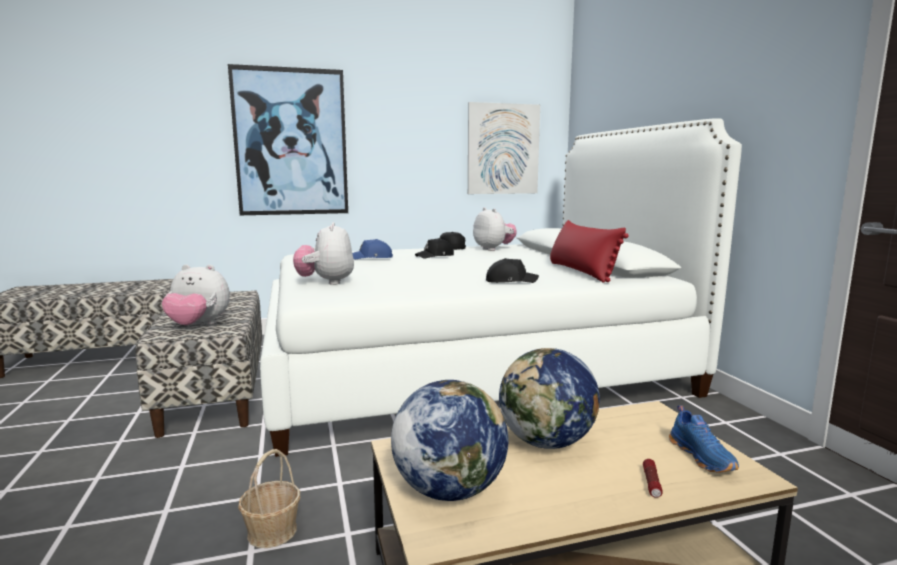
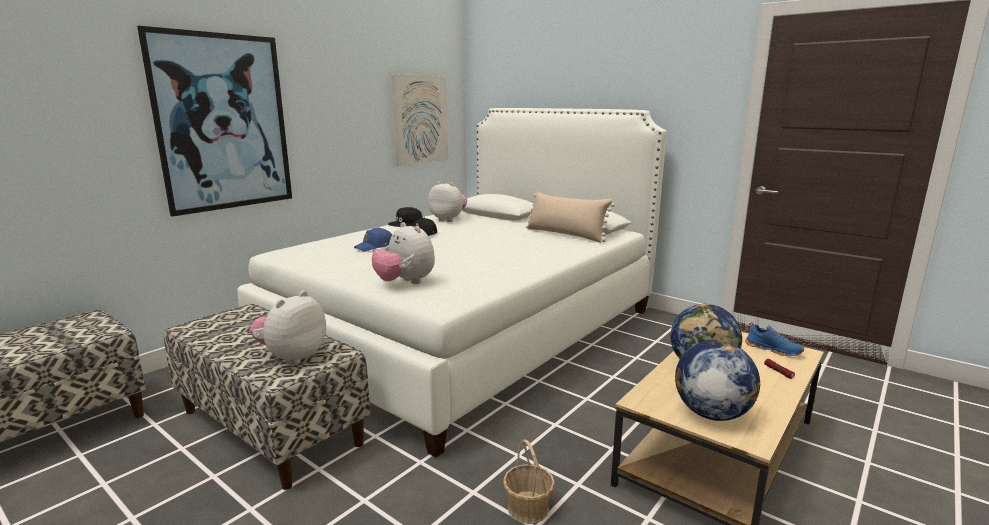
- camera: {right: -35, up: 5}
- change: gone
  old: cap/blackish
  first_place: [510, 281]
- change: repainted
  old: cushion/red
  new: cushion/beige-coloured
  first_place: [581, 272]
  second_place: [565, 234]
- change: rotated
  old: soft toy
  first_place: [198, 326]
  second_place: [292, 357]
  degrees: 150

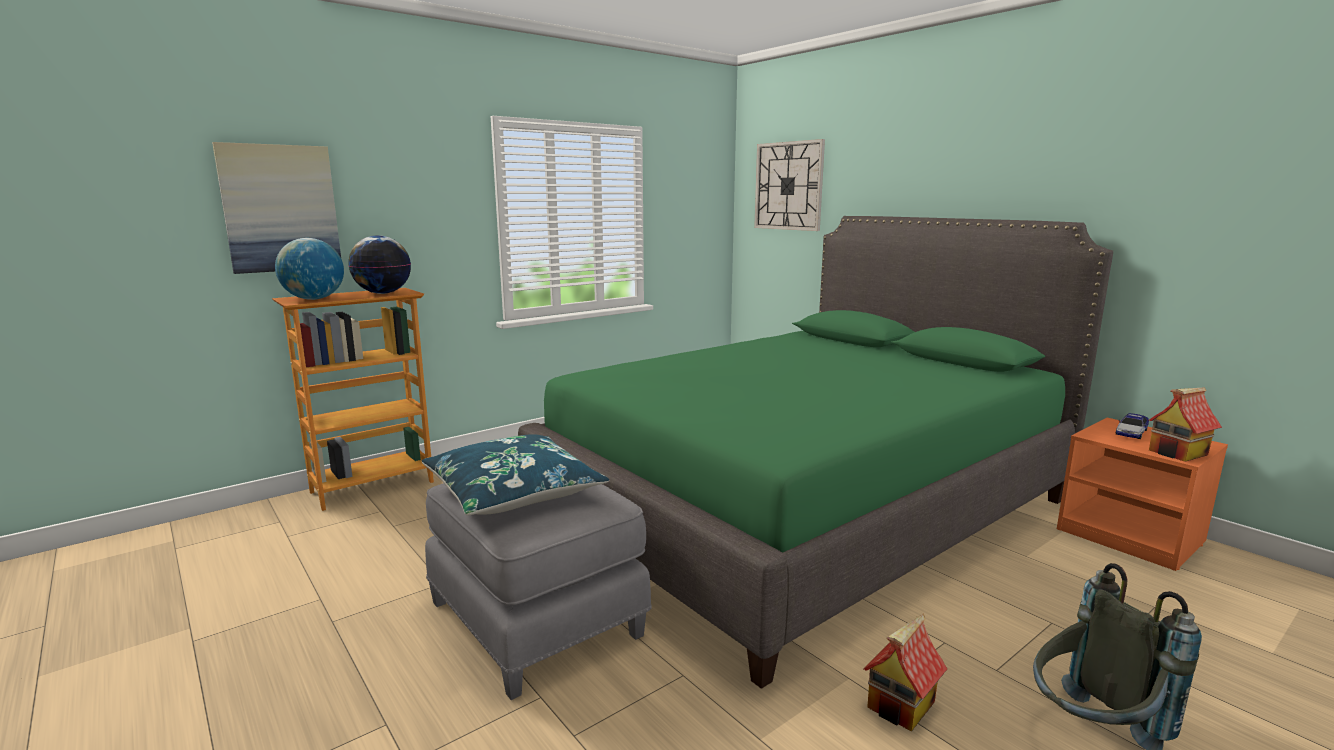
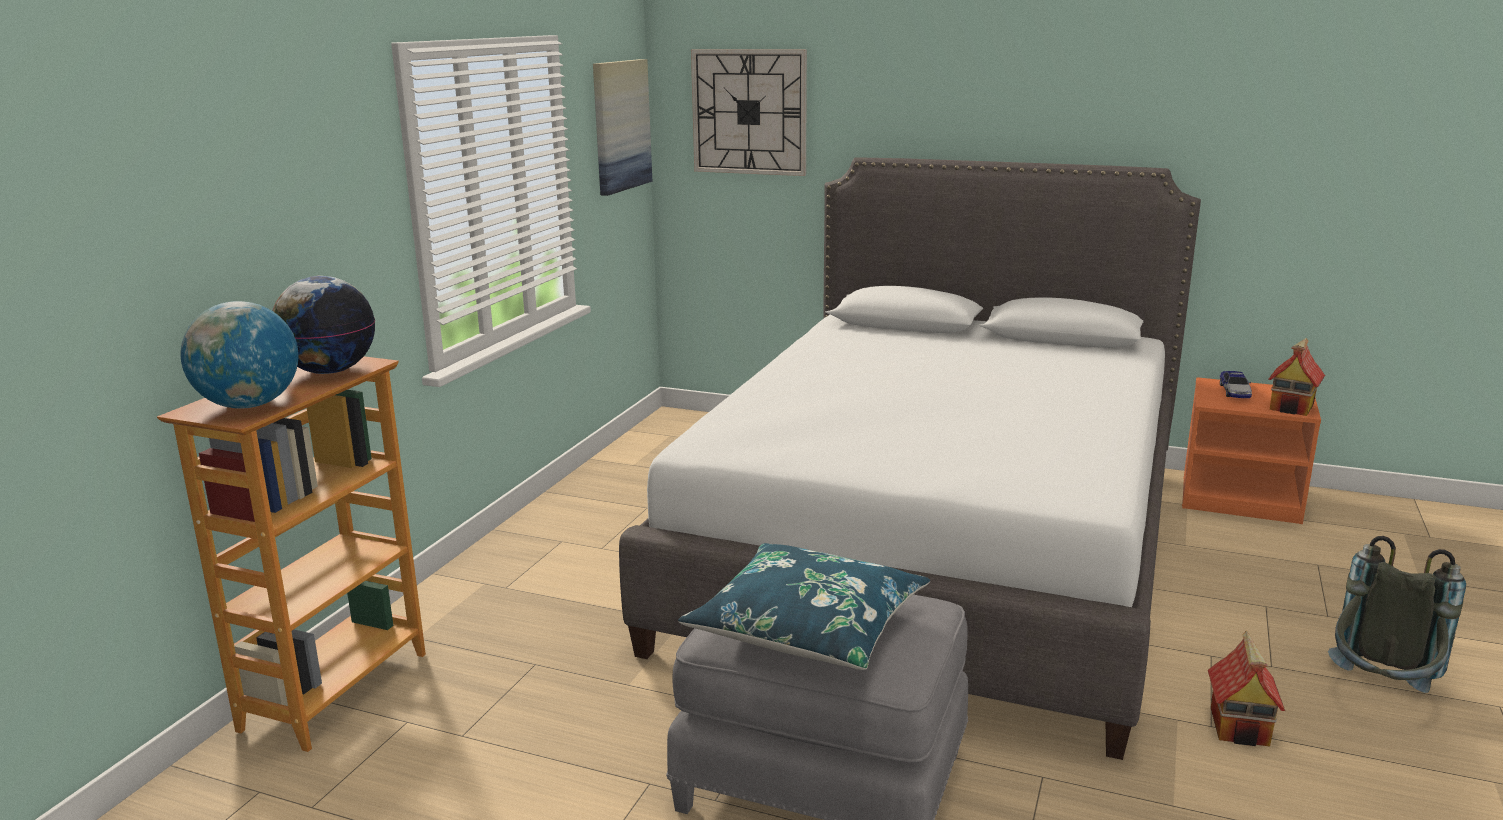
- camera: {right: -30, up: 5}
- change: shifted
  old: wall picture
  first_place: [280, 208]
  second_place: [620, 125]
- change: repainted
  old: sleeping bed/green-coloured
  new: sleeping bed/white-coloured
  first_place: [803, 507]
  second_place: [937, 550]

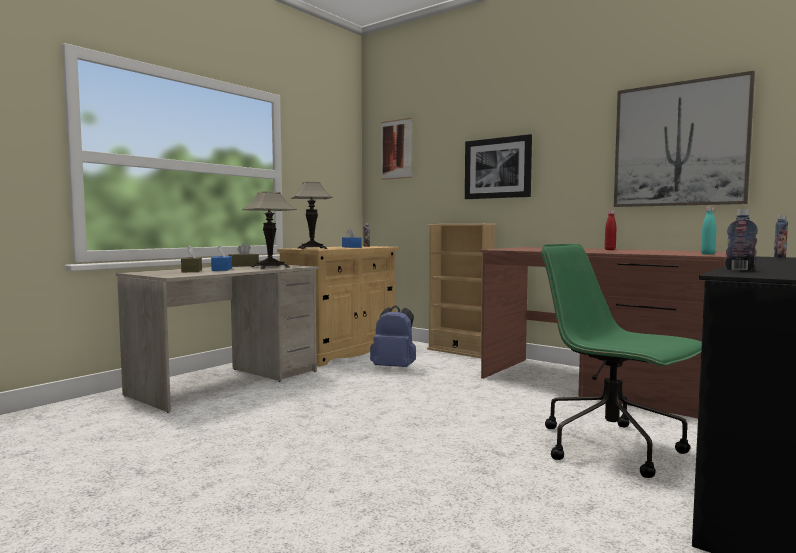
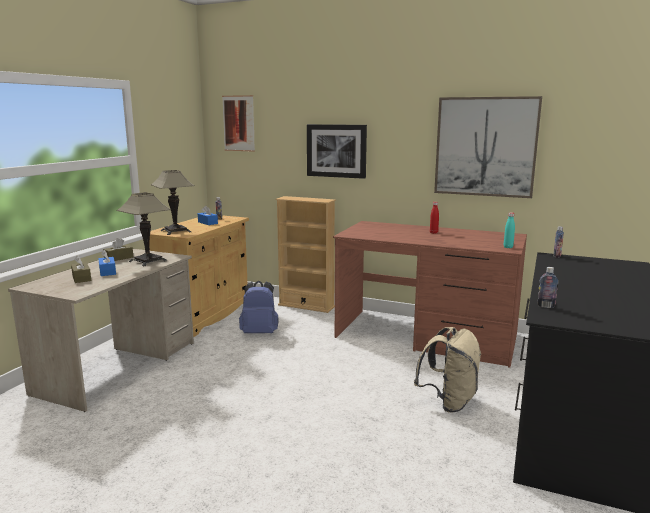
- camera: {right: -15, up: 10}
- change: swapped
  old: desk chair/green-coloured
  new: rucksack/beige-coloured
  first_place: [613, 448]
  second_place: [449, 402]

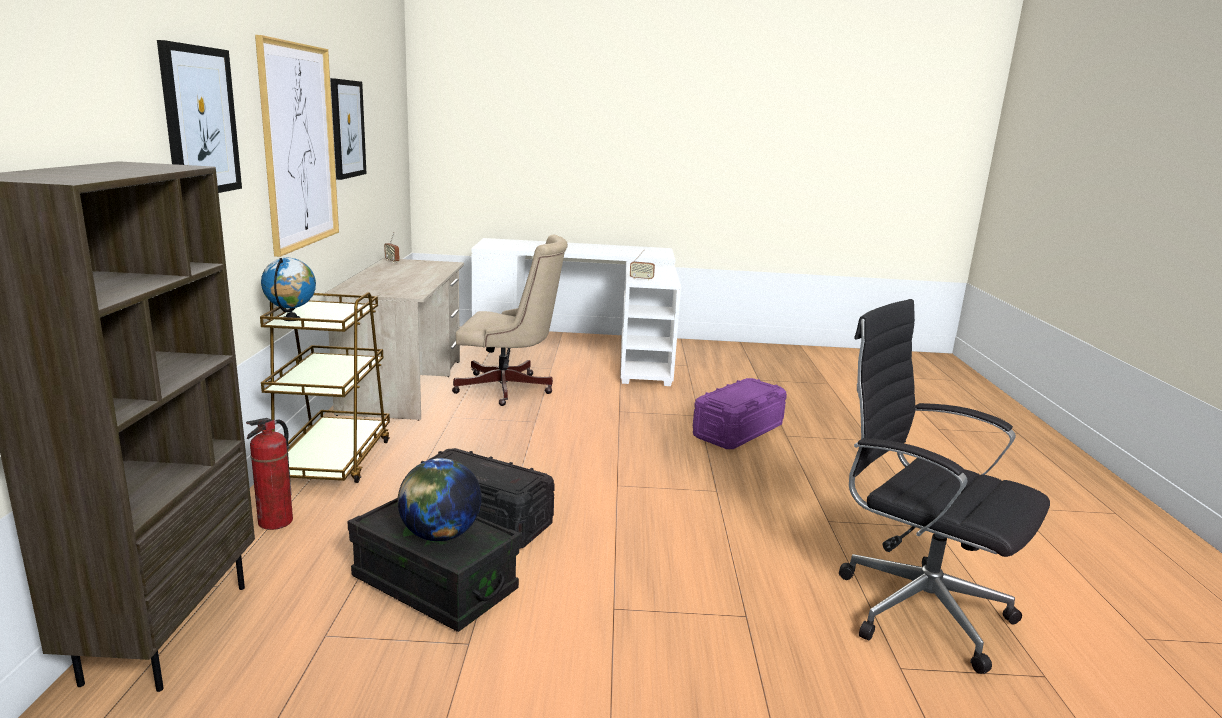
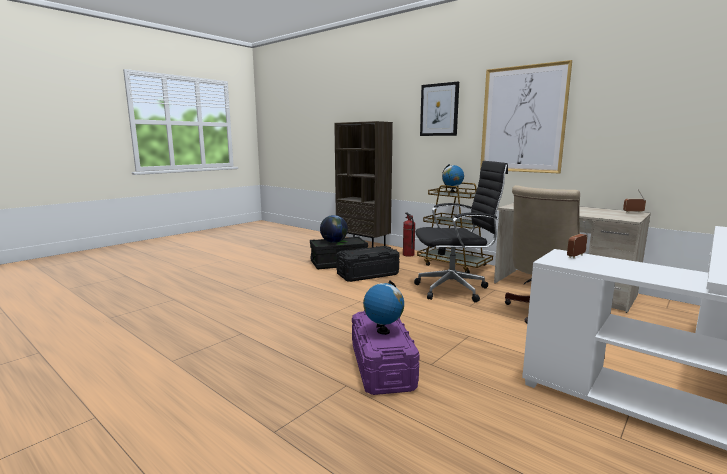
- camera: {right: 130, up: -5}
- change: gone
  old: wall picture
  first_place: [347, 129]
- change: new
  new: globe
  second_place: [383, 331]
- change: shifted
  old: desk chair/blackish
  first_place: [913, 608]
  second_place: [455, 289]

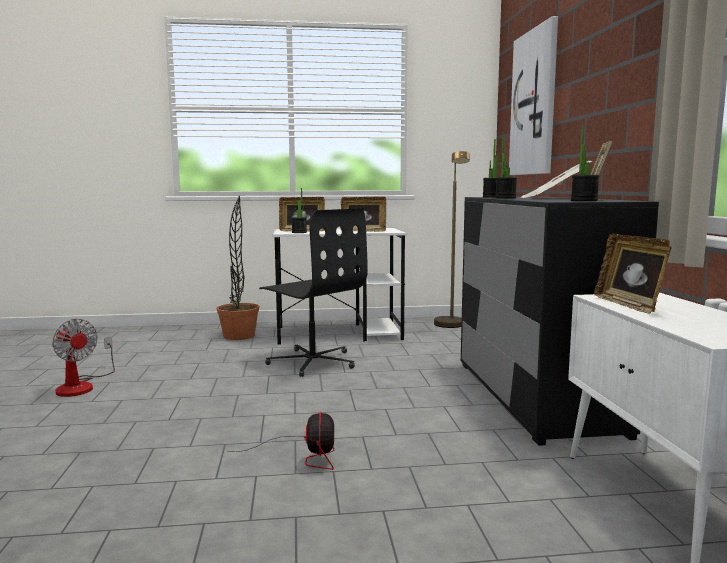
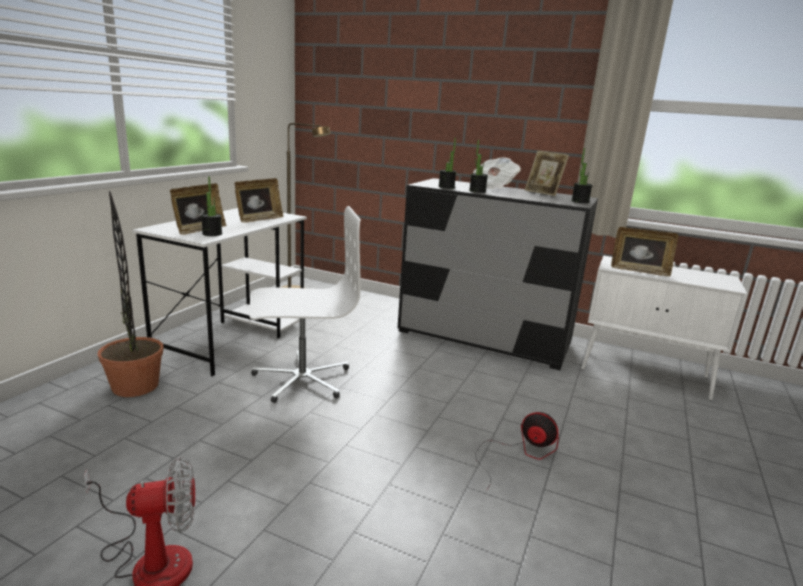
- camera: {right: -60, up: 10}
- change: gone
  old: wall picture
  first_place: [534, 103]
- change: repainted
  old: desk chair/blackish
  new: desk chair/white-coloured
  first_place: [313, 362]
  second_place: [301, 379]

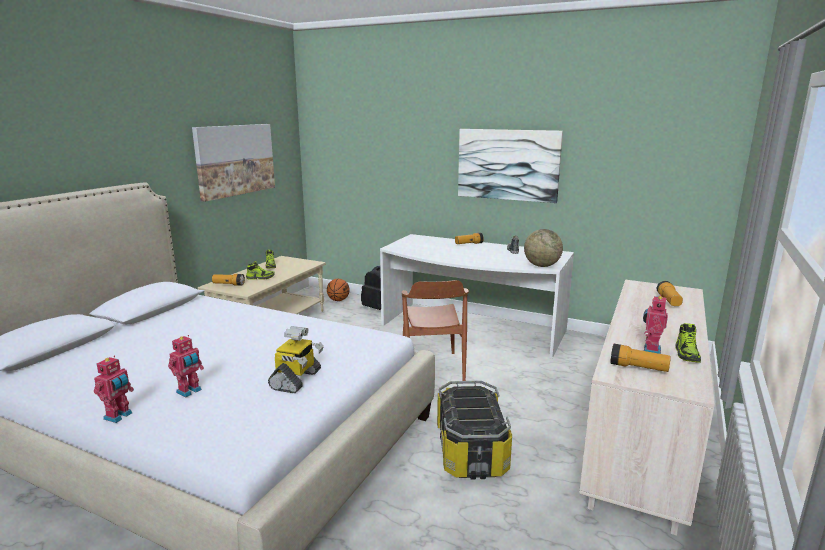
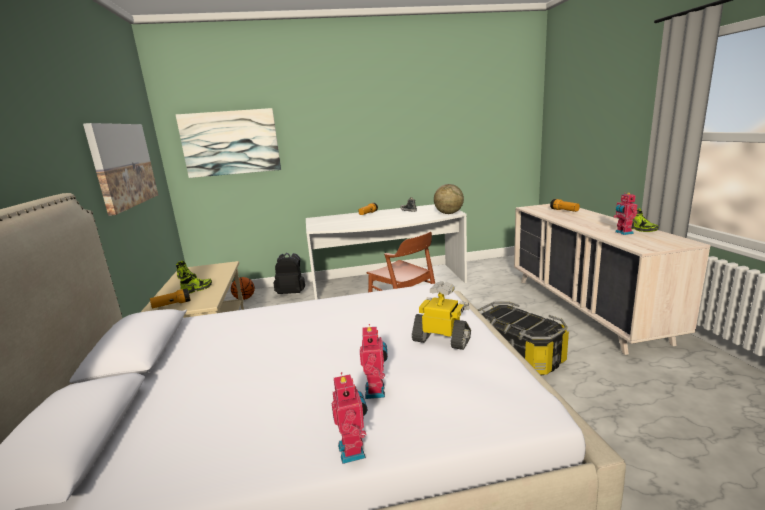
- camera: {right: -35, up: 0}
- change: gone
  old: hand torch
  first_place: [638, 368]
- change: shifted
  old: wall picture
  first_place: [508, 164]
  second_place: [230, 143]
- change: rotated
  old: model robot
  first_place: [296, 380]
  second_place: [442, 339]
  degrees: -45

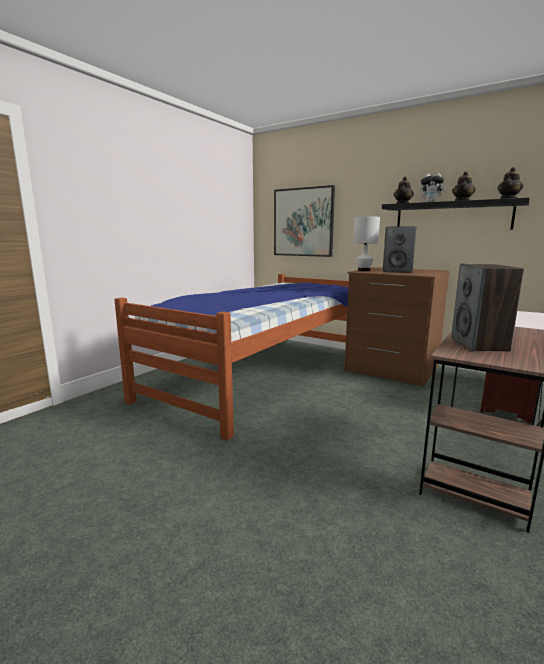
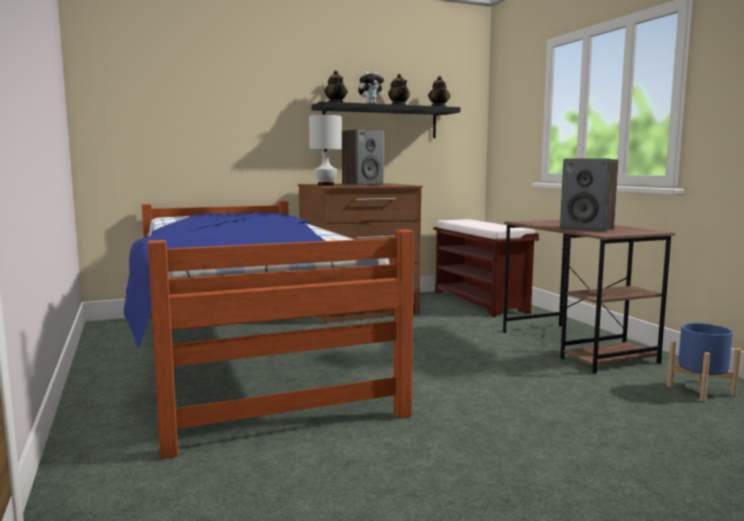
- camera: {right: -55, up: -5}
- change: gone
  old: wall picture
  first_place: [303, 222]
- change: new
  new: plant pot/blue
  second_place: [700, 390]

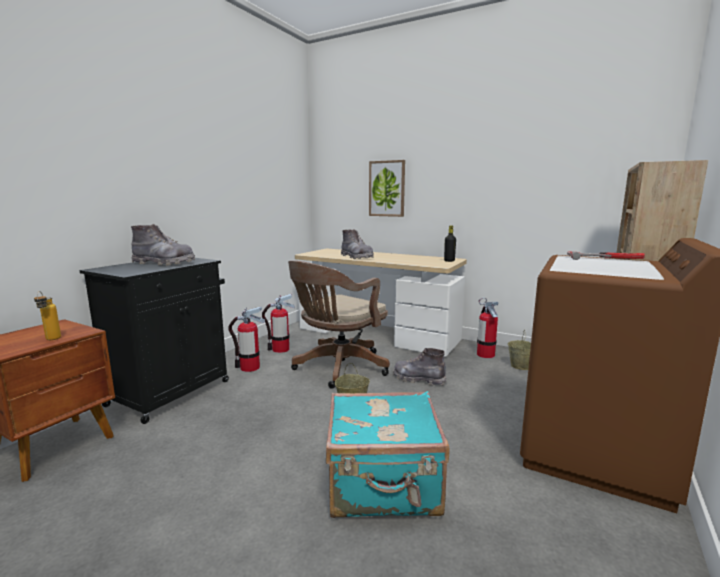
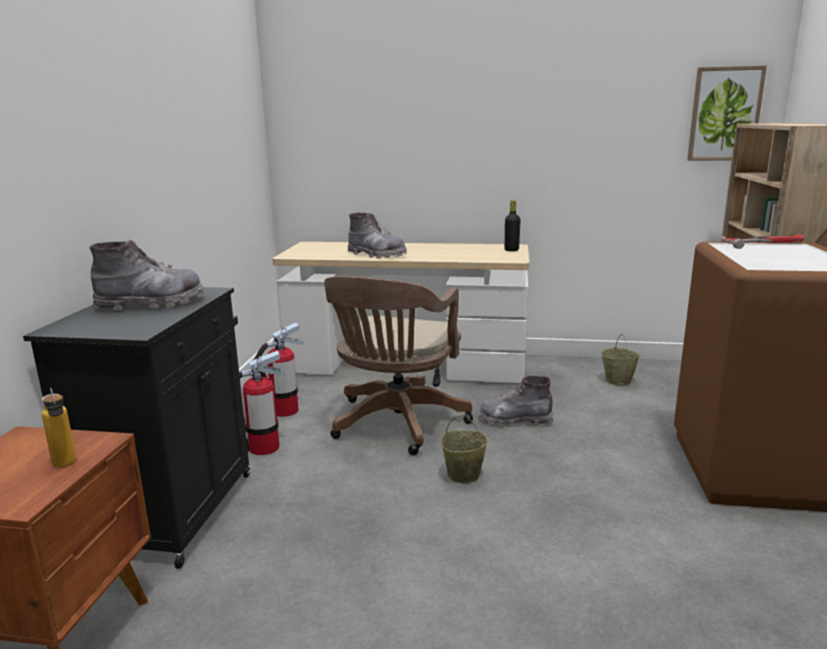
- camera: {right: -20, up: 5}
- change: gone
  old: piece of luggage/turquoise-coloured
  first_place: [383, 485]
- change: gone
  old: extinguisher
  first_place: [485, 354]
- change: shifted
  old: wall picture
  first_place: [387, 188]
  second_place: [724, 114]

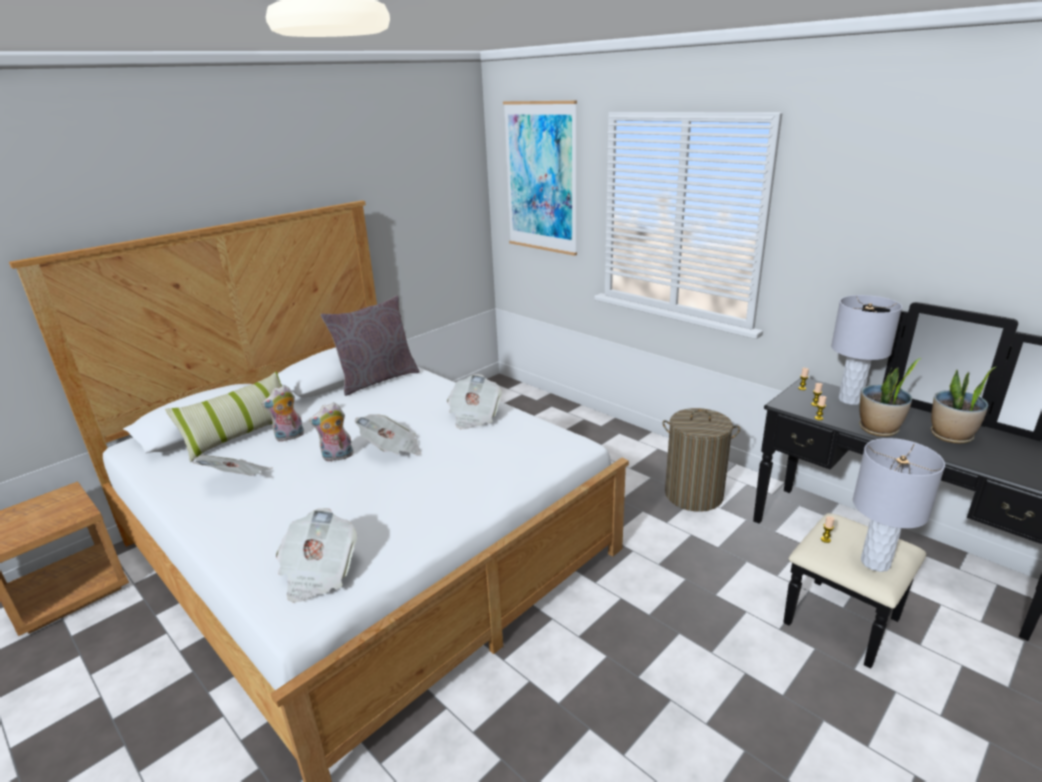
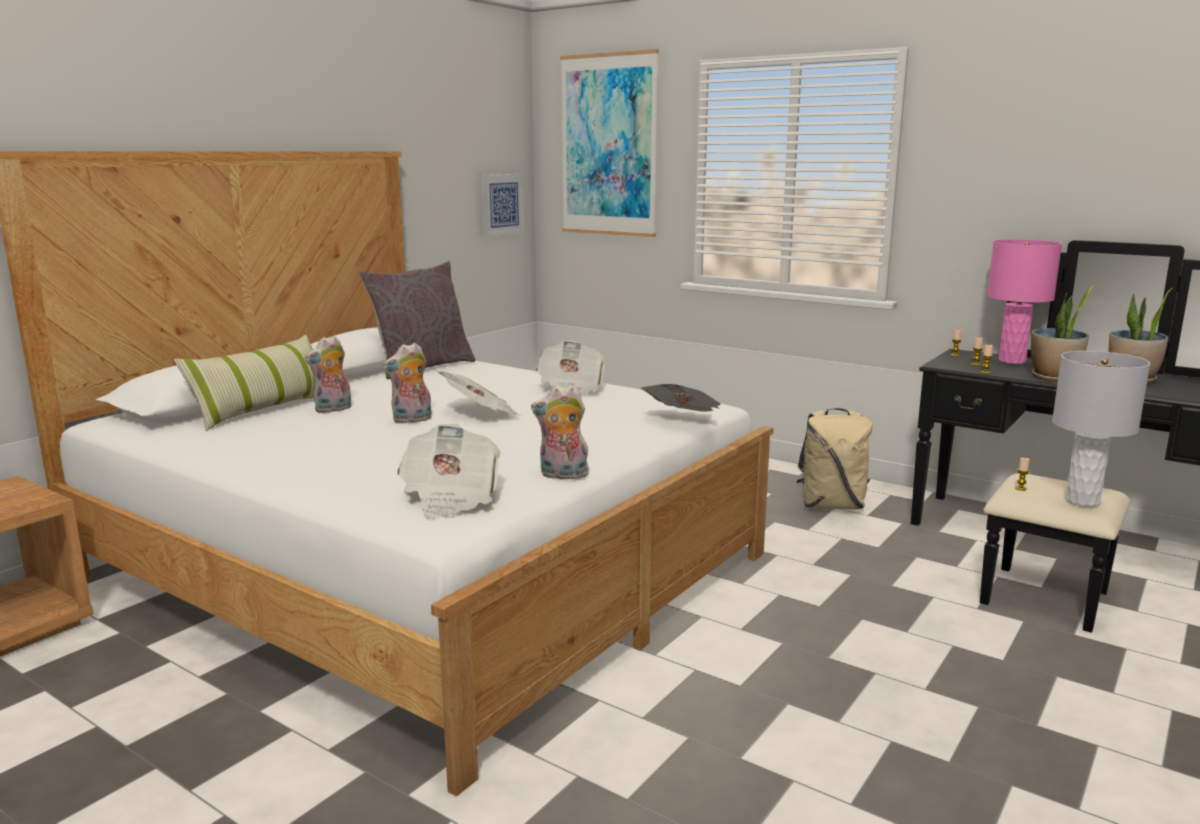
- camera: {right: -10, up: -10}
- change: new
  new: wall picture
  second_place: [501, 204]
- change: new
  new: soft toy
  second_place: [562, 475]
- change: shifted
  old: daily paper
  first_place: [238, 480]
  second_place: [683, 420]
- change: swapped
  old: washing basket
  new: rucksack/beige-coloured
  first_place: [694, 495]
  second_place: [831, 506]
- change: repainted
  old: tabletop lamp/greyish
  new: tabletop lamp/pink
  first_place: [850, 400]
  second_place: [1012, 361]

